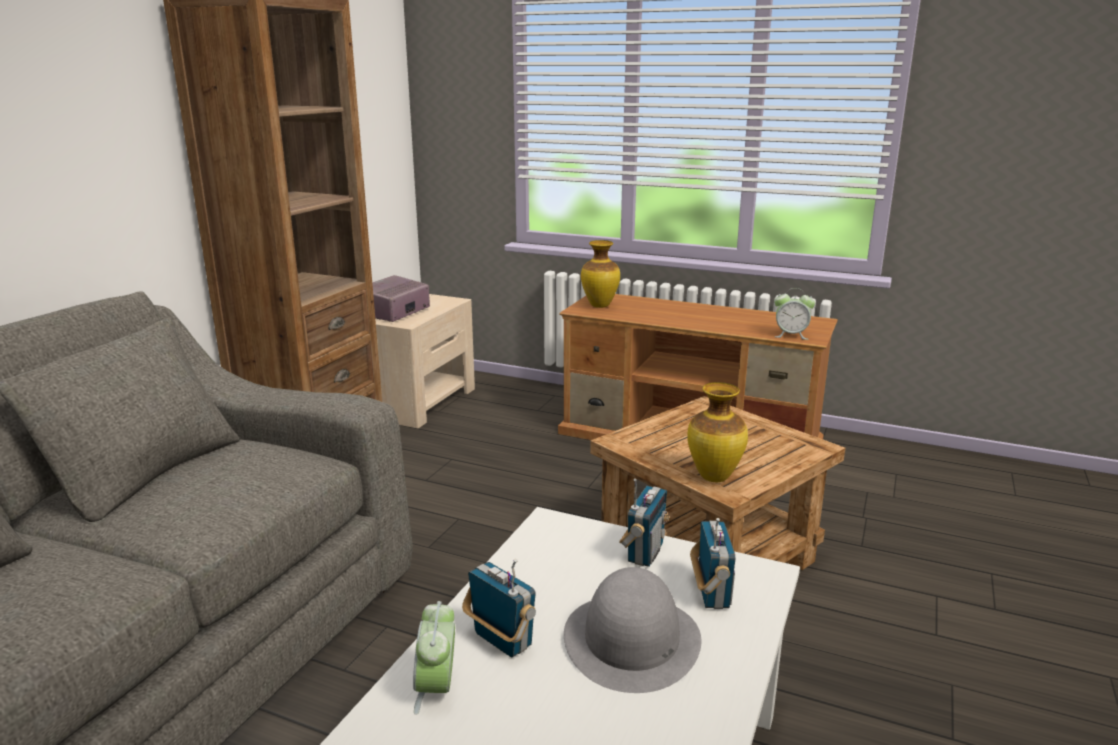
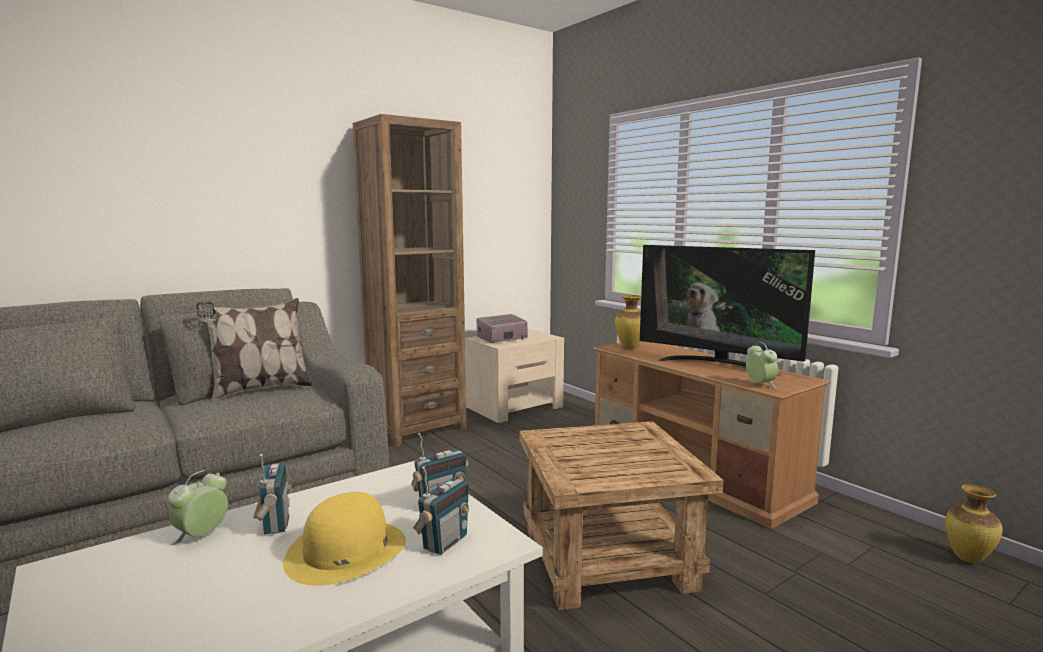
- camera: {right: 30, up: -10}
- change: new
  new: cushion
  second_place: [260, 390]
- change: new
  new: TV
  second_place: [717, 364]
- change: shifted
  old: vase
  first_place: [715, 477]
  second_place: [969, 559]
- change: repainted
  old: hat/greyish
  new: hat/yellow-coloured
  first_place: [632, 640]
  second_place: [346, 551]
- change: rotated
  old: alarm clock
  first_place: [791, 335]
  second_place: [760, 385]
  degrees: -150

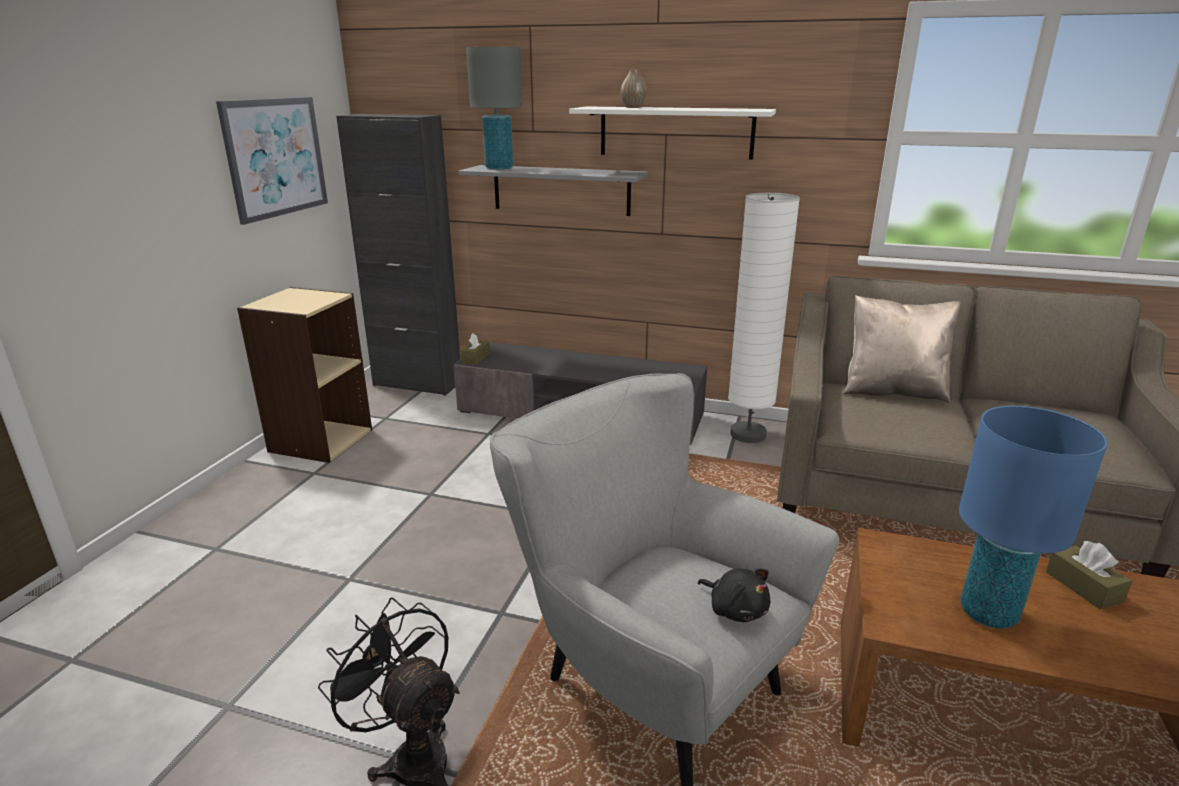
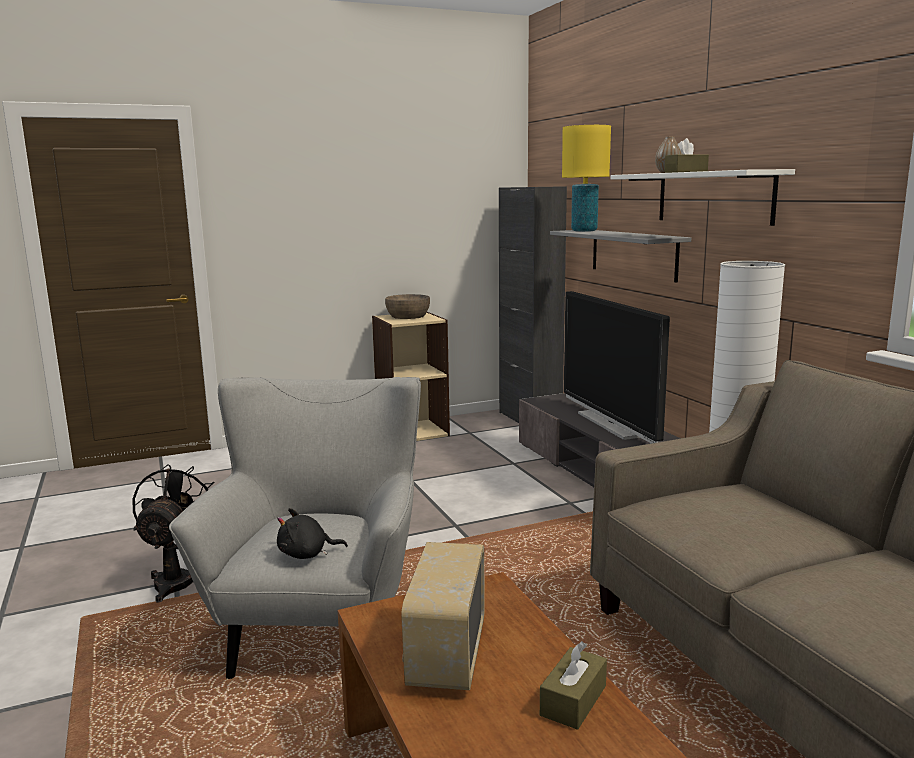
- camera: {right: 50, up: -10}
- change: gone
  old: wall picture
  first_place: [275, 157]
- change: gone
  old: cushion/beige-coloured
  first_place: [892, 391]
- change: new
  new: bowl/brown
  second_place: [408, 316]
- change: new
  new: TV
  second_place: [612, 424]
- change: shifted
  old: box of tissues/brown
  first_place: [475, 358]
  second_place: [686, 172]
- change: swapped
  old: tabletop lamp/blue
  new: radio
  first_place: [988, 613]
  second_place: [445, 655]
- change: repainted
  old: tabletop lamp/greyish
  new: tabletop lamp/yellow-coloured
  first_place: [499, 168]
  second_place: [584, 231]
- change: rotated
  old: soft toy/blackish
  first_place: [735, 609]
  second_place: [307, 554]
  degrees: 75

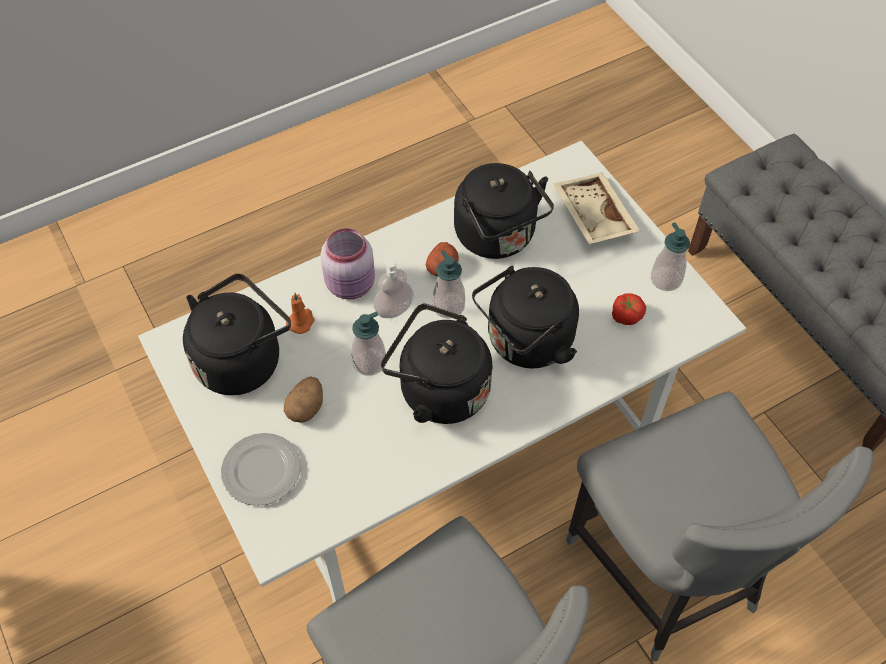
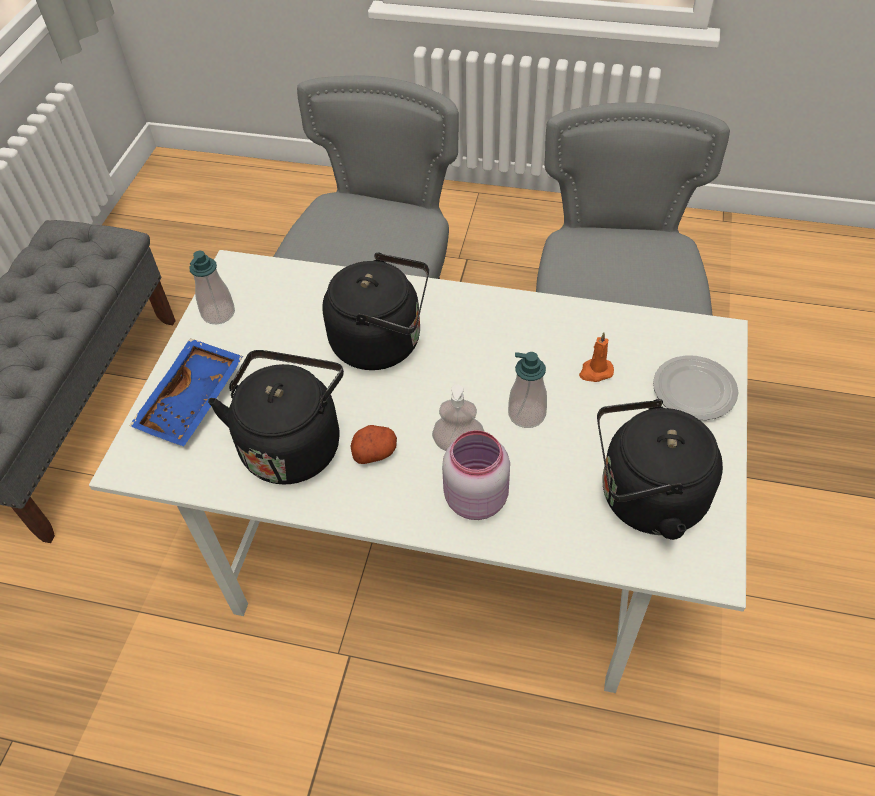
- camera: {right: -135, up: -5}
- change: gone
  old: whole potato
  first_place: [306, 407]
- change: gone
  old: tea kettle/blackish
  first_place: [438, 390]
- change: gone
  old: soap dispenser
  first_place: [448, 306]
- change: gone
  old: whole tomato
  first_place: [626, 315]
- change: shifted
  old: wax light/orangey
  first_place: [301, 321]
  second_place: [595, 372]
- change: repainted
  old: serving tray/beige-coloured
  new: serving tray/blue
  first_place: [592, 216]
  second_place: [193, 402]

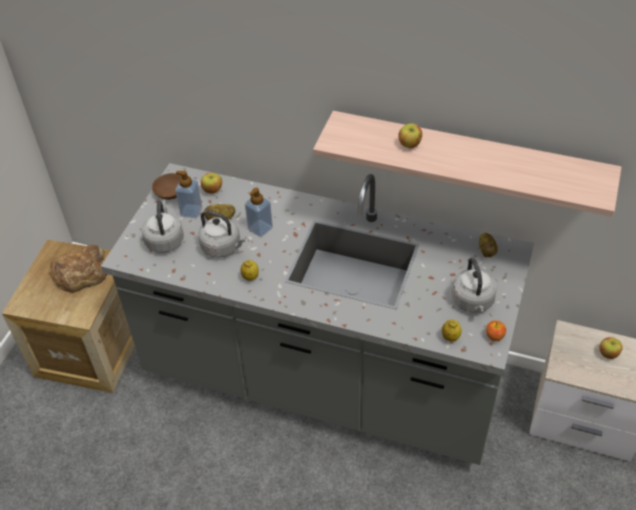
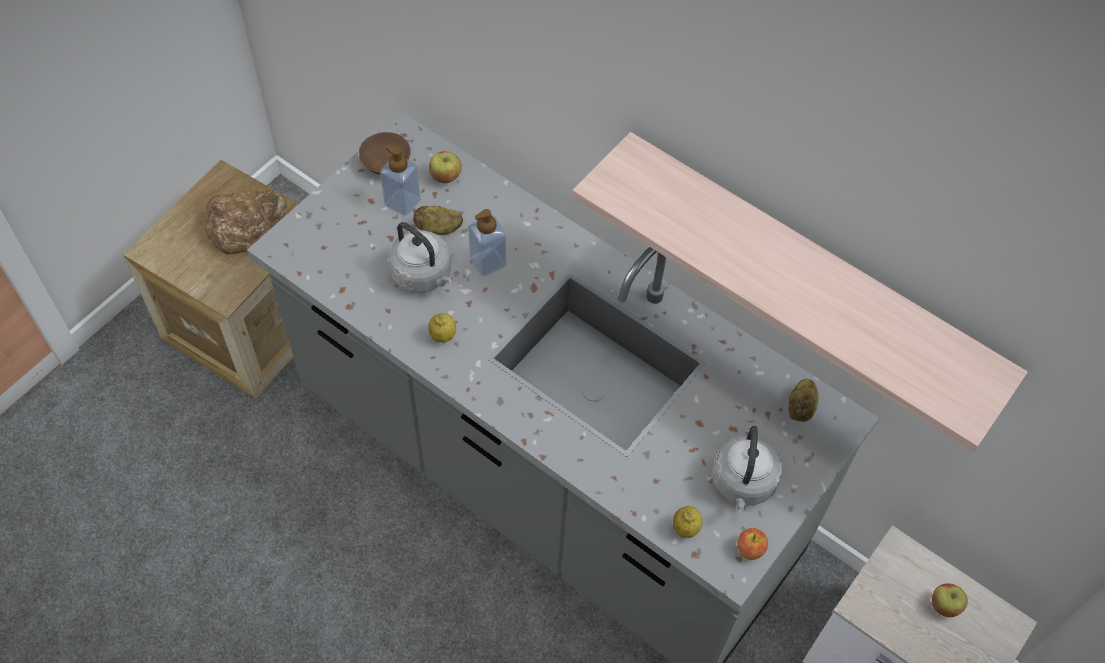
- camera: {right: 15, up: 10}
- change: gone
  old: tea kettle/greyish
  first_place: [165, 240]
- change: gone
  old: whole apple
  first_place: [409, 144]

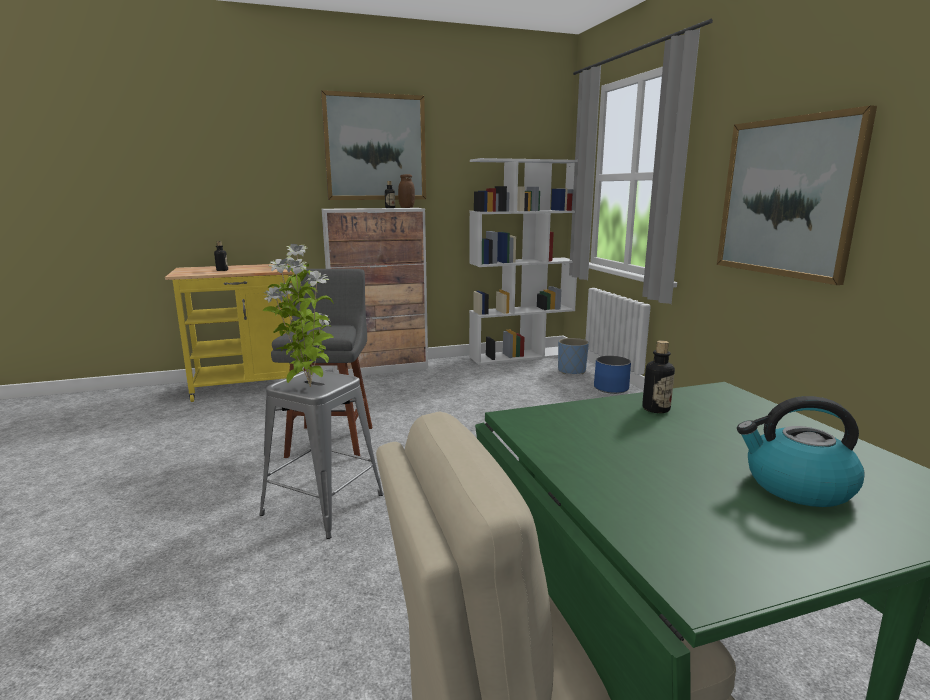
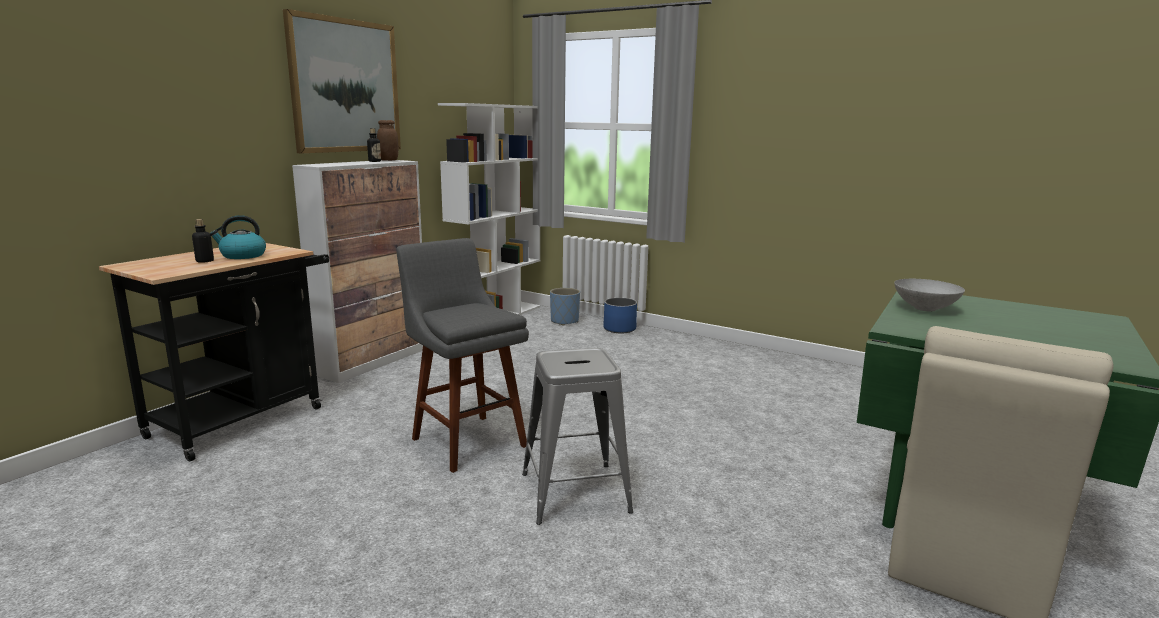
- camera: {right: -40, up: 0}
- change: gone
  old: houseplant
  first_place: [308, 387]
- change: gone
  old: wall picture
  first_place: [787, 197]
- change: shifted
  old: tea kettle
  first_place: [796, 486]
  second_place: [242, 256]
- change: swapped
  old: bottle
  new: bowl/greyish
  first_place: [656, 409]
  second_place: [924, 308]
- change: repainted
  old: cart/yellow-coloured
  new: cart/blackish
  first_place: [254, 385]
  second_place: [245, 418]

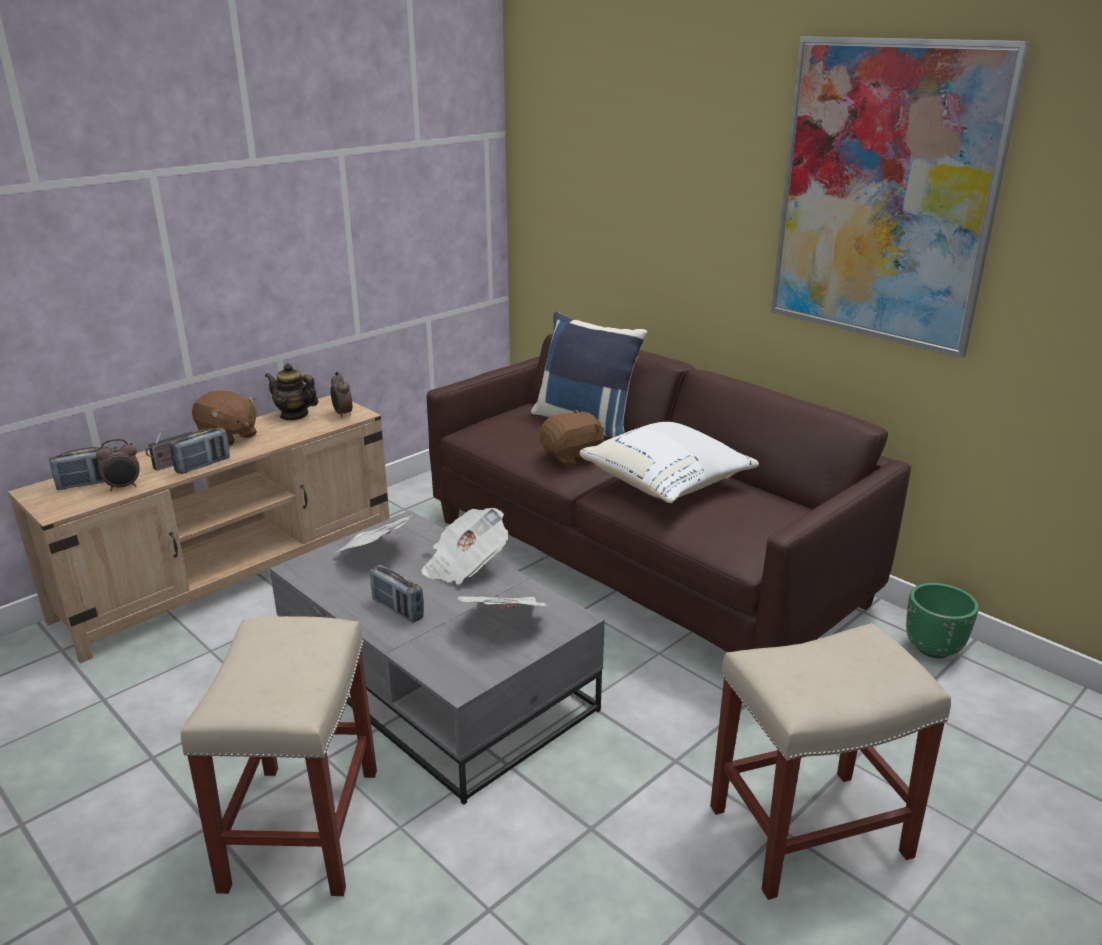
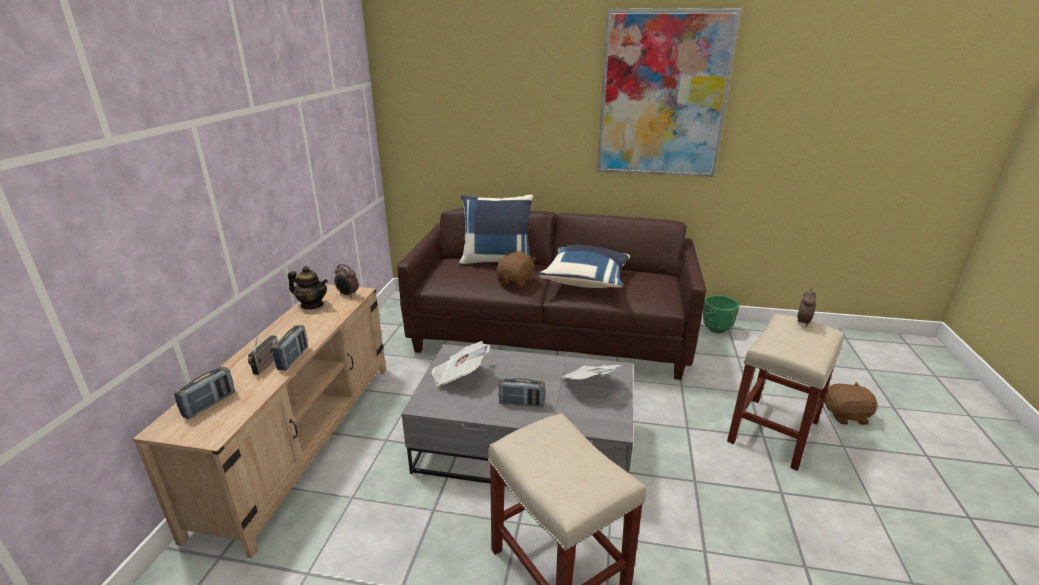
- camera: {right: -35, up: 0}
- change: gone
  old: daily paper
  first_place: [464, 565]
- change: shifted
  old: alarm clock
  first_place: [123, 487]
  second_place: [803, 323]
- change: shifted
  old: soft toy/brown
  first_place: [228, 437]
  second_place: [846, 416]
- change: repainted
  old: cushion/white-coloured
  new: cushion/blue
  first_place: [667, 484]
  second_place: [586, 281]
- change: rotated
  old: pot for tea
  first_place: [294, 415]
  second_place: [312, 305]
  degrees: -150

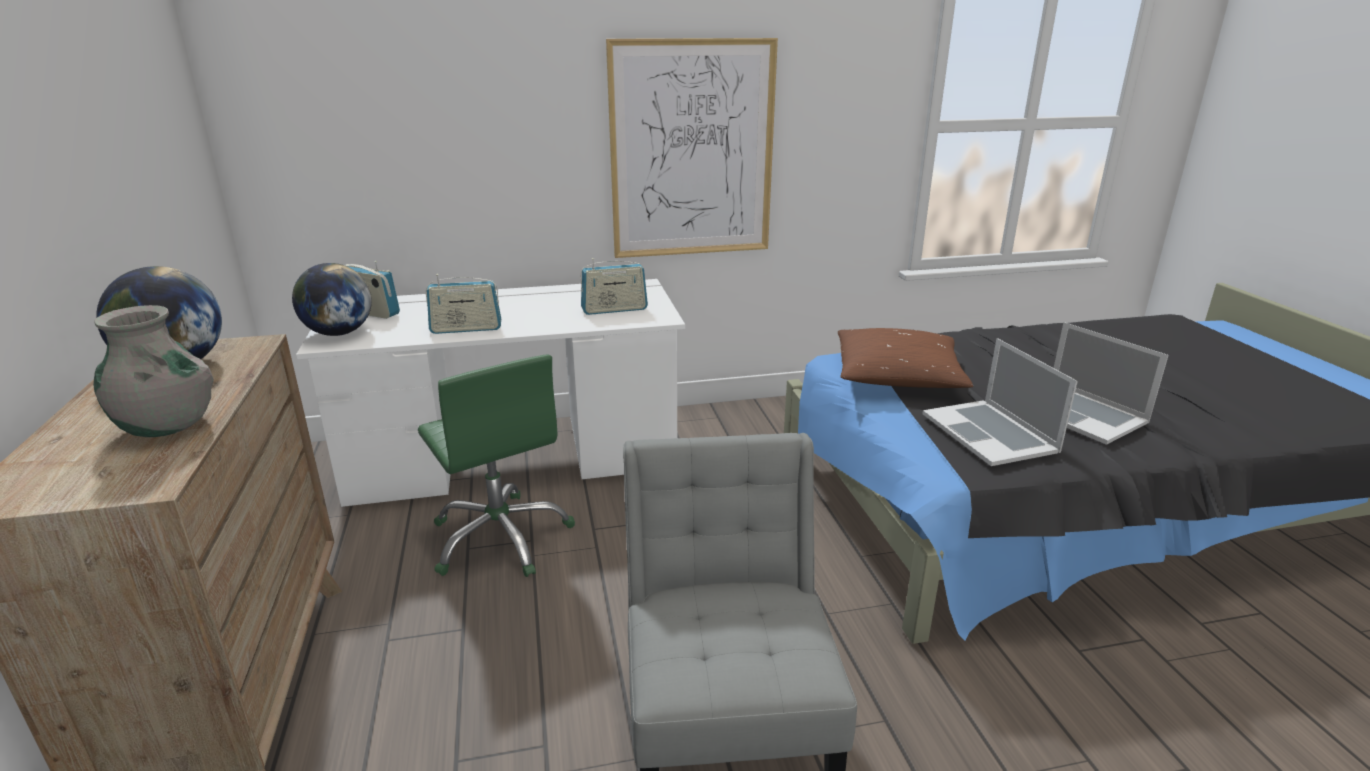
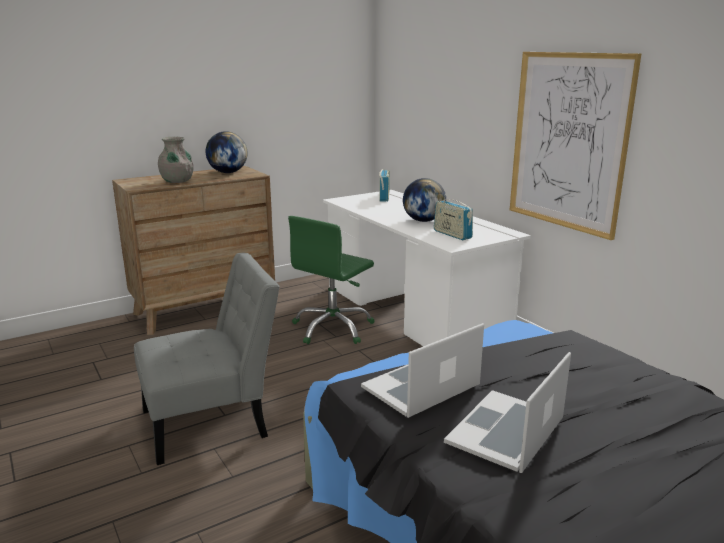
- camera: {right: 70, up: -5}
- change: gone
  old: radio
  first_place: [466, 329]
- change: gone
  old: cushion/brown
  first_place: [897, 376]
- change: shifted
  old: globe
  first_place: [339, 333]
  second_place: [423, 220]

